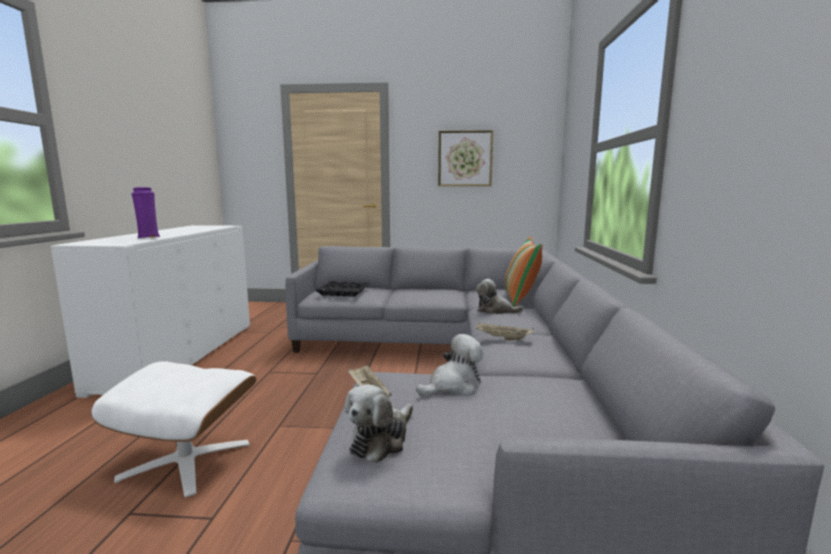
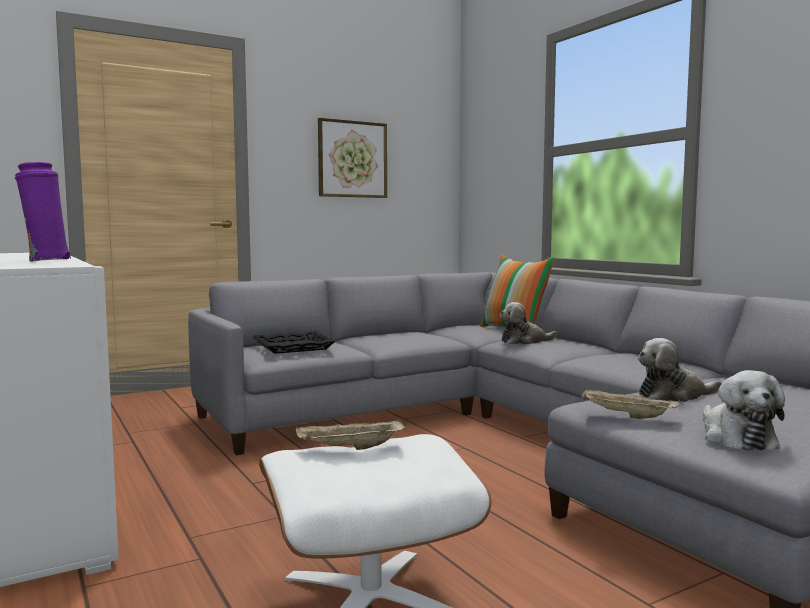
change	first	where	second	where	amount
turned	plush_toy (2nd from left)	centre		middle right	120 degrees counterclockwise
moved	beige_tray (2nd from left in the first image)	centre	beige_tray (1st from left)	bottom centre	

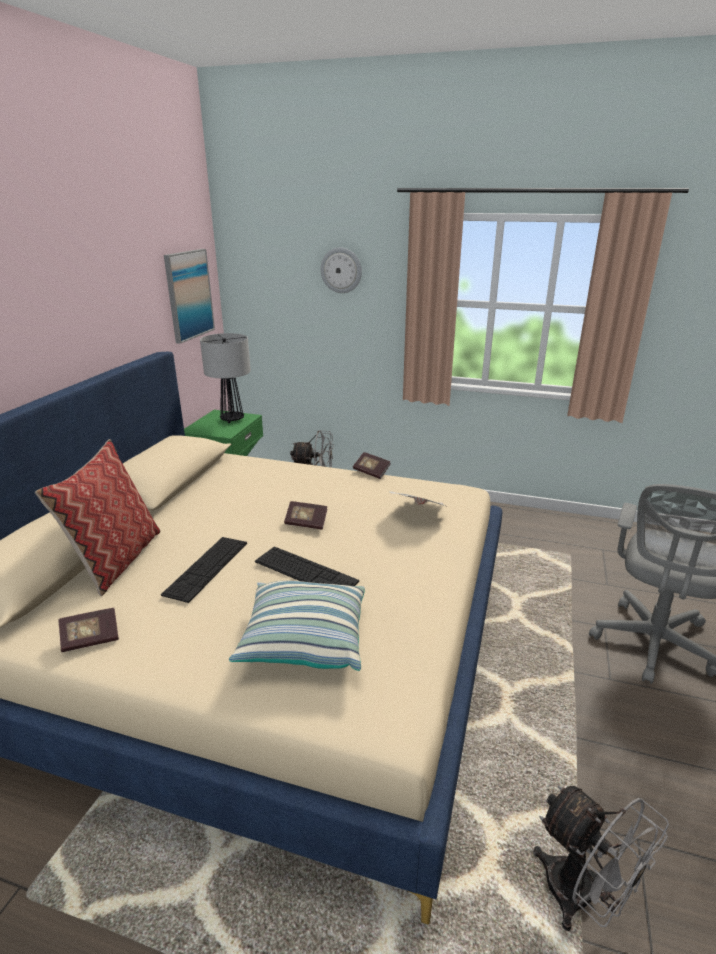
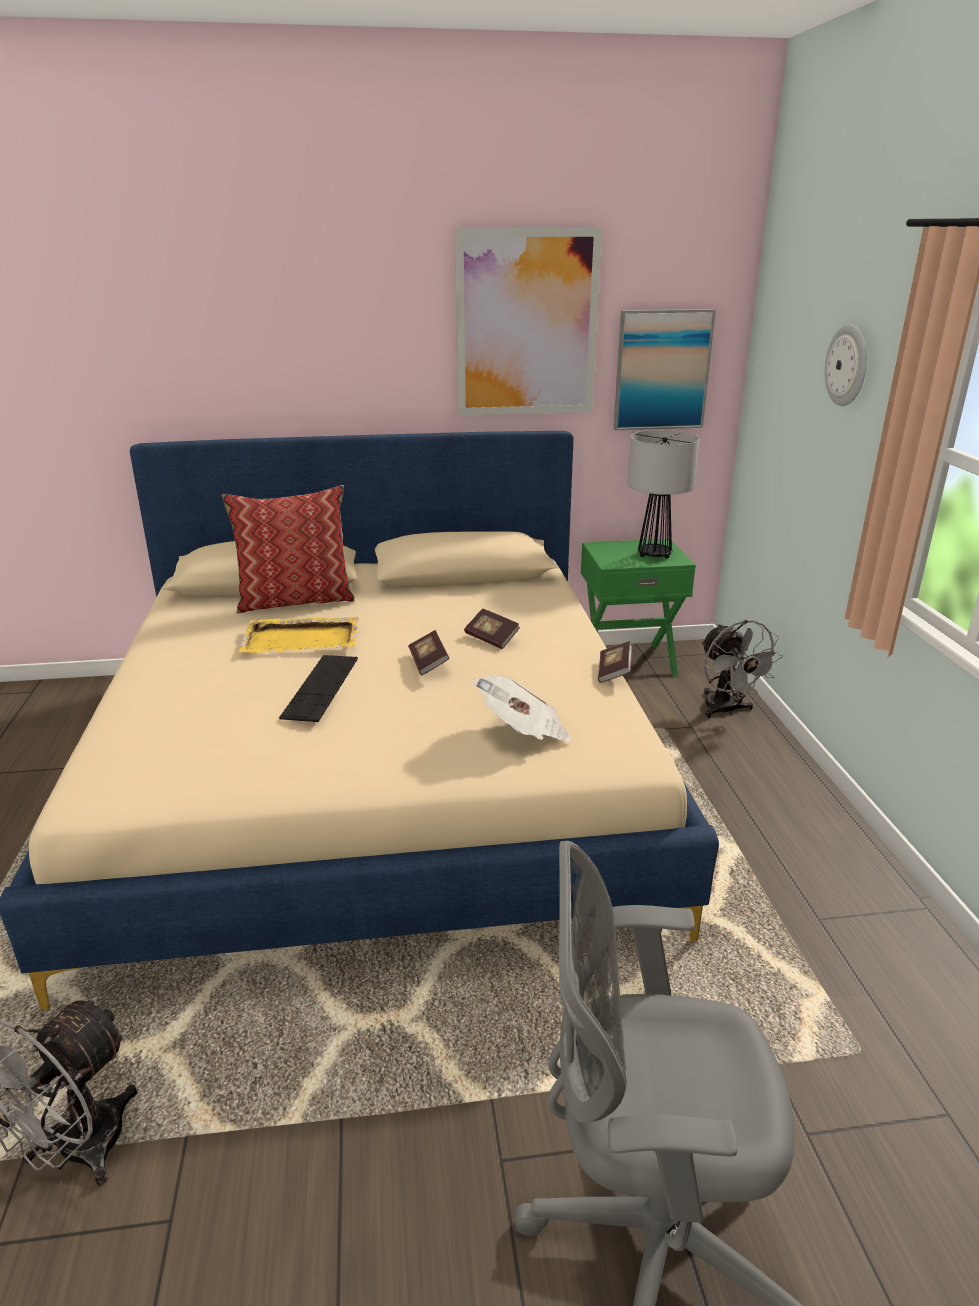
change	first	where	second	where	amount
moved	book (1st from left in the first image)	middle left	book (2nd from left)	centre	
replaced	keyboard (1st from left)	middle left	yellow_tray	middle left	
removed	pillow (2nd from left)	centre			
added			picture (1st from left)	top centre	

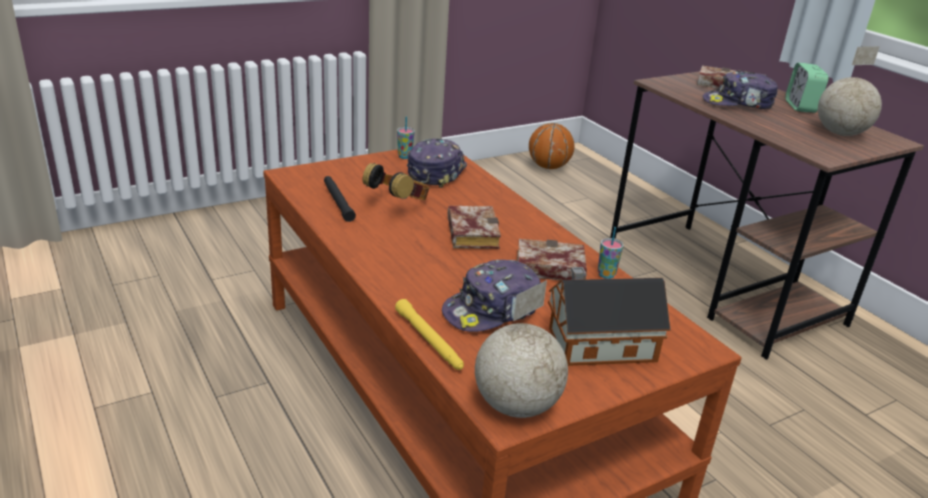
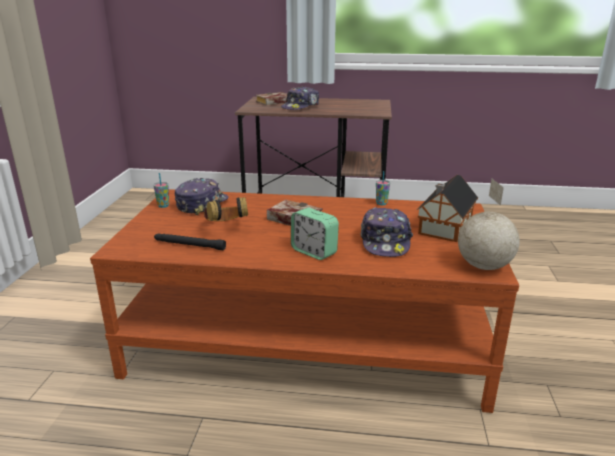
change	first	where	second	where	amount
removed	yellow_flashlight	bottom centre			
turned	cap (1st from left)	top centre		middle left	60 degrees clockwise
removed	book (2nd from left)	centre			
removed	basketball	top centre			
moved	alarm_clock	top right		centre	
removed	globe (2nd from left)	top right			

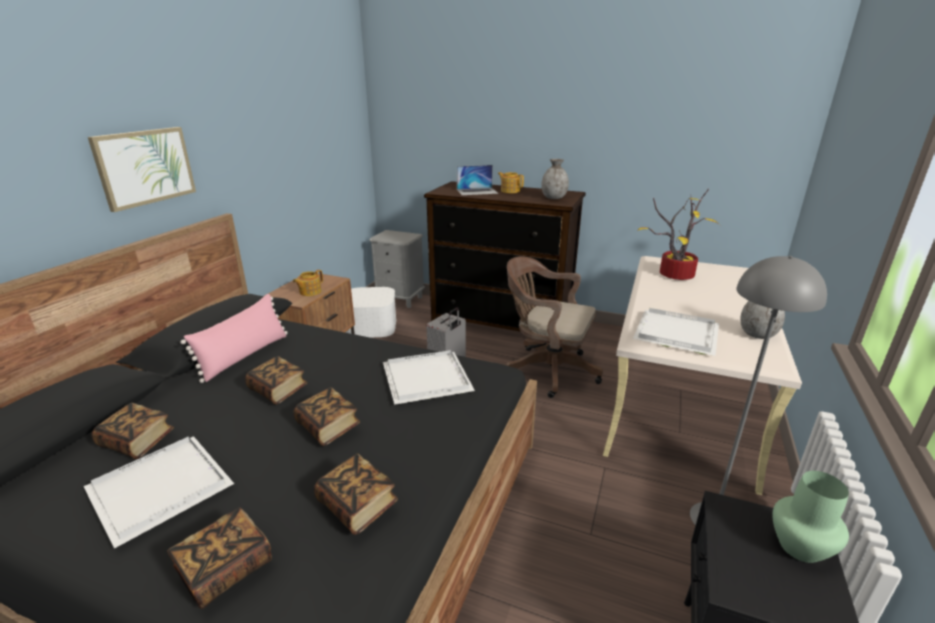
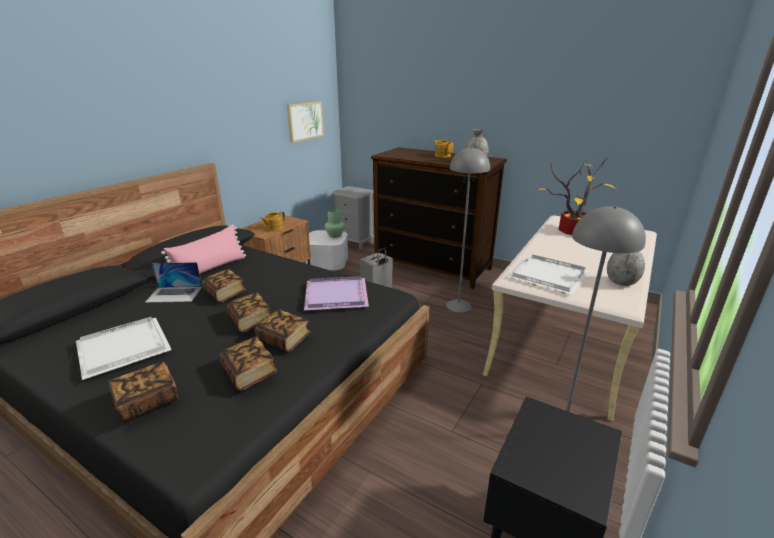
change	first	where	second	where	amount
moved	picture	top left		top centre	
moved	book (1st from left in the first image)	bottom left	book (5th from left)	centre	
recoloured	white_tray (2nd from left)	centre	purple_tray	centre	
moved	laptop	top centre		middle left	
replaced	brown_office_chair	centre	grey_floor_lamp (1st from left)	centre	
moved	green_vase	bottom right		centre	

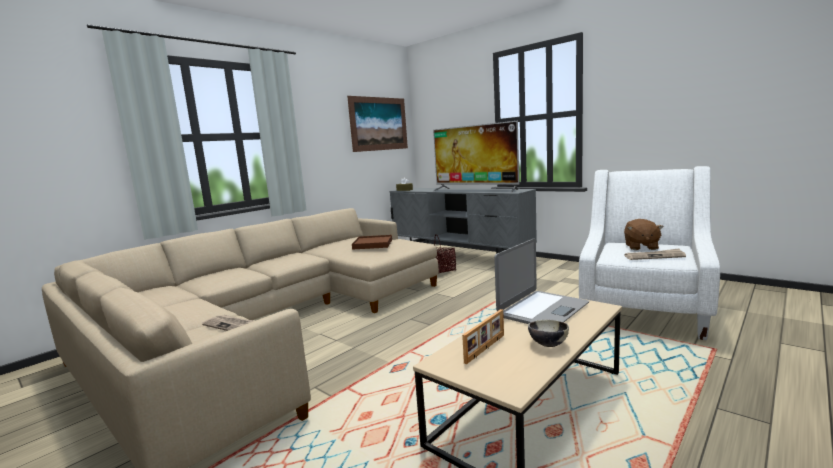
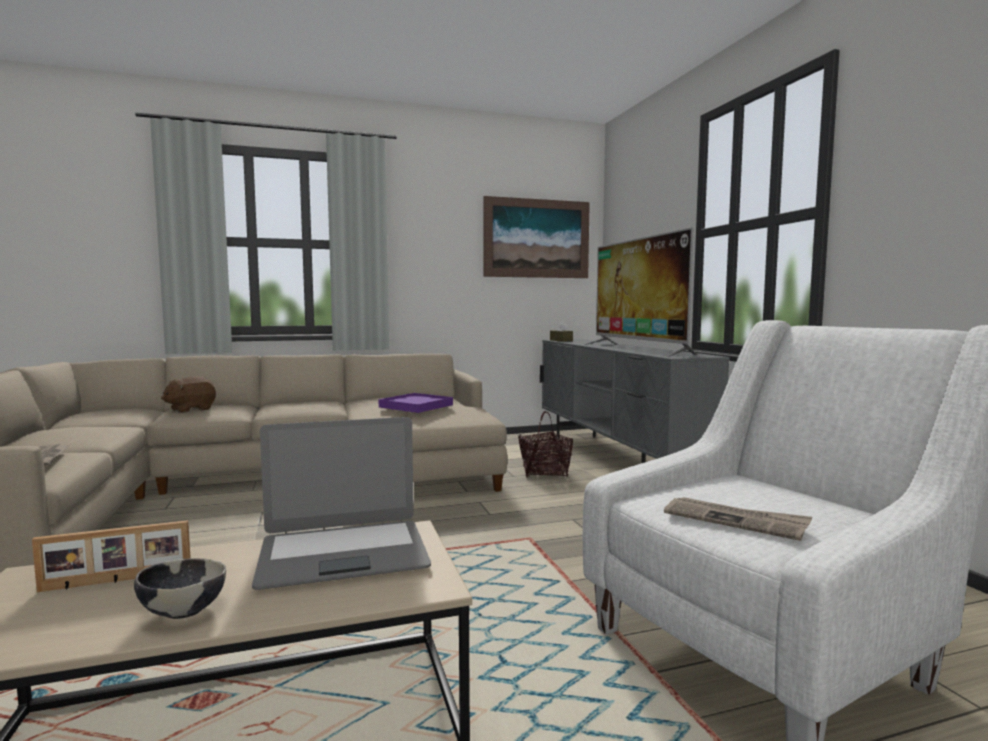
change	first	where	second	where	amount
recoloured	brown_tray	centre	purple_tray	centre	
moved	brown_plush_toy	middle right		middle left	

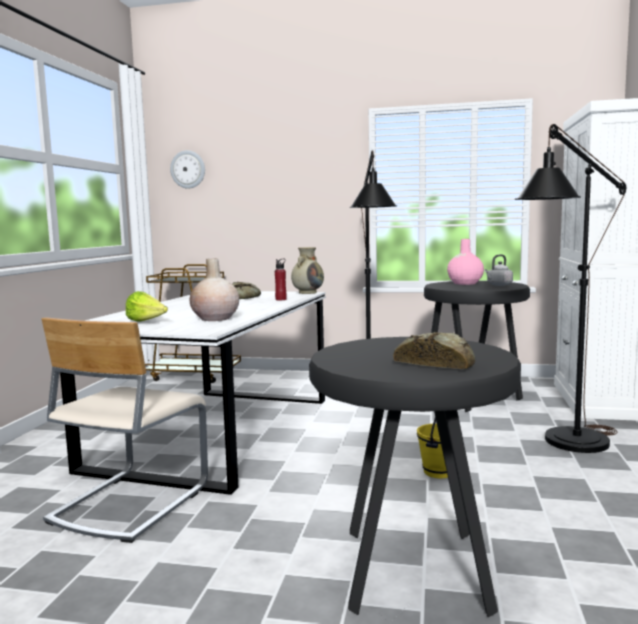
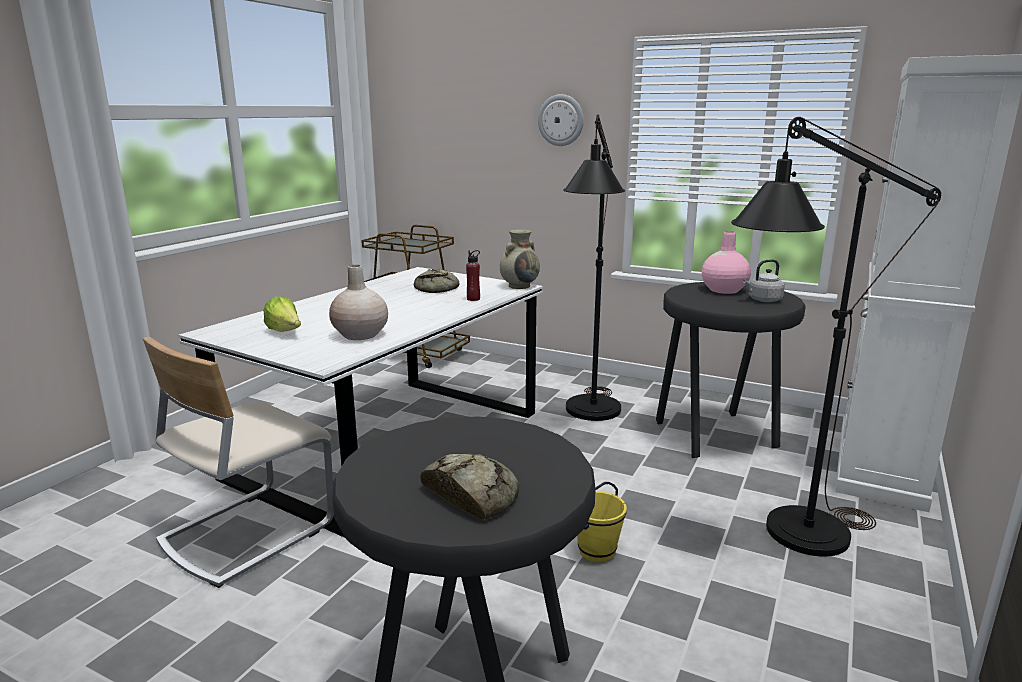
change	first	where	second	where	amount
moved	wall_clock	top left		top centre	

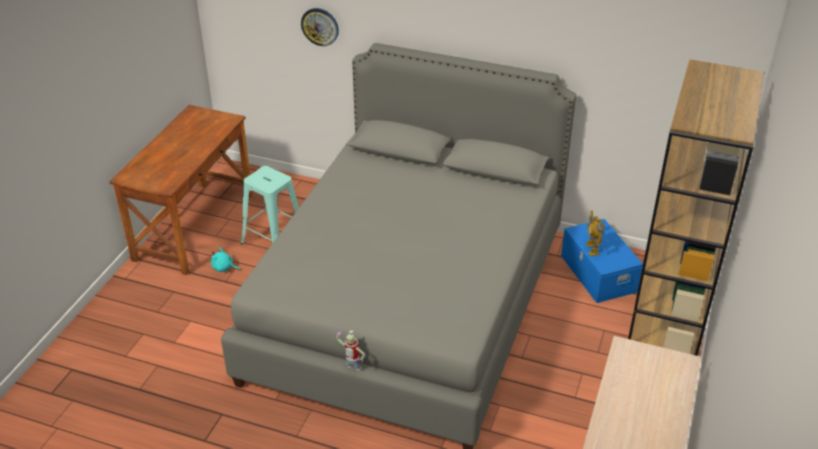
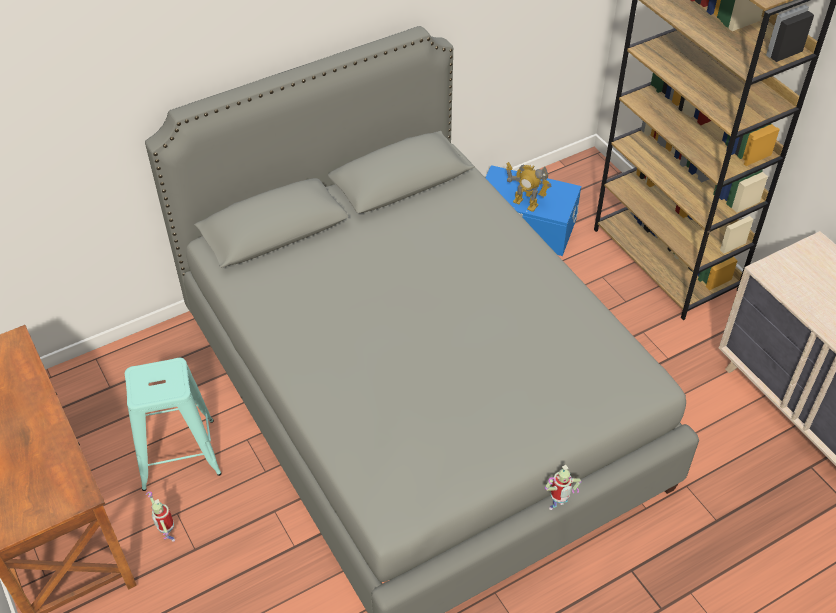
change	first	where	second	where	amount
replaced	turquoise_plush_toy	middle left	toy_robot (1st from left)	bottom left	
removed	wall_clock	top centre			

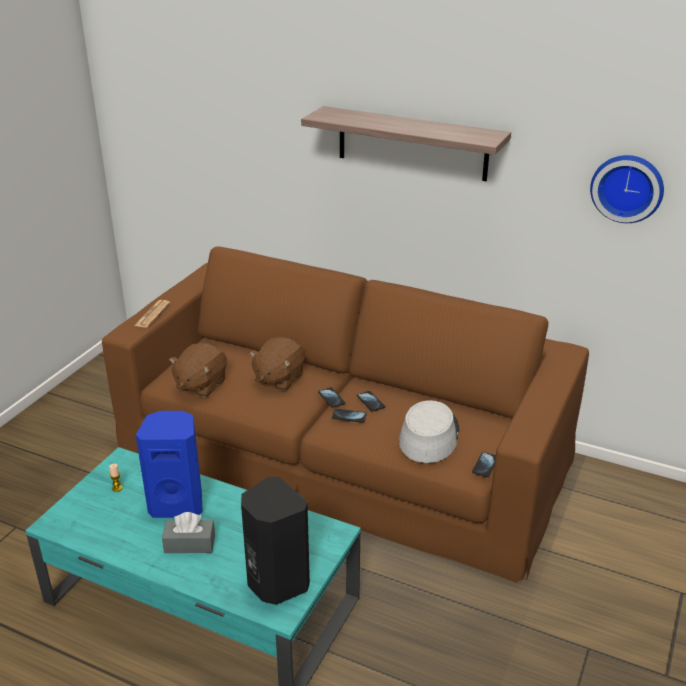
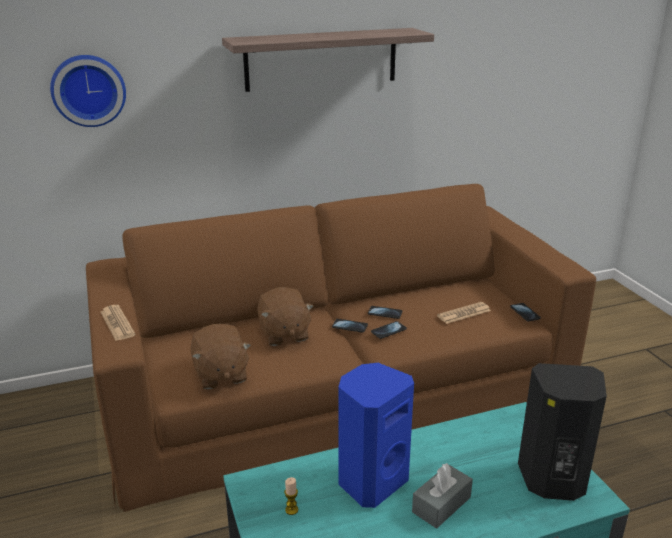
change	first	where	second	where	amount
replaced	grey_hat	centre	newspaper (2nd from left)	middle right	
moved	wall_clock	top right		top left	

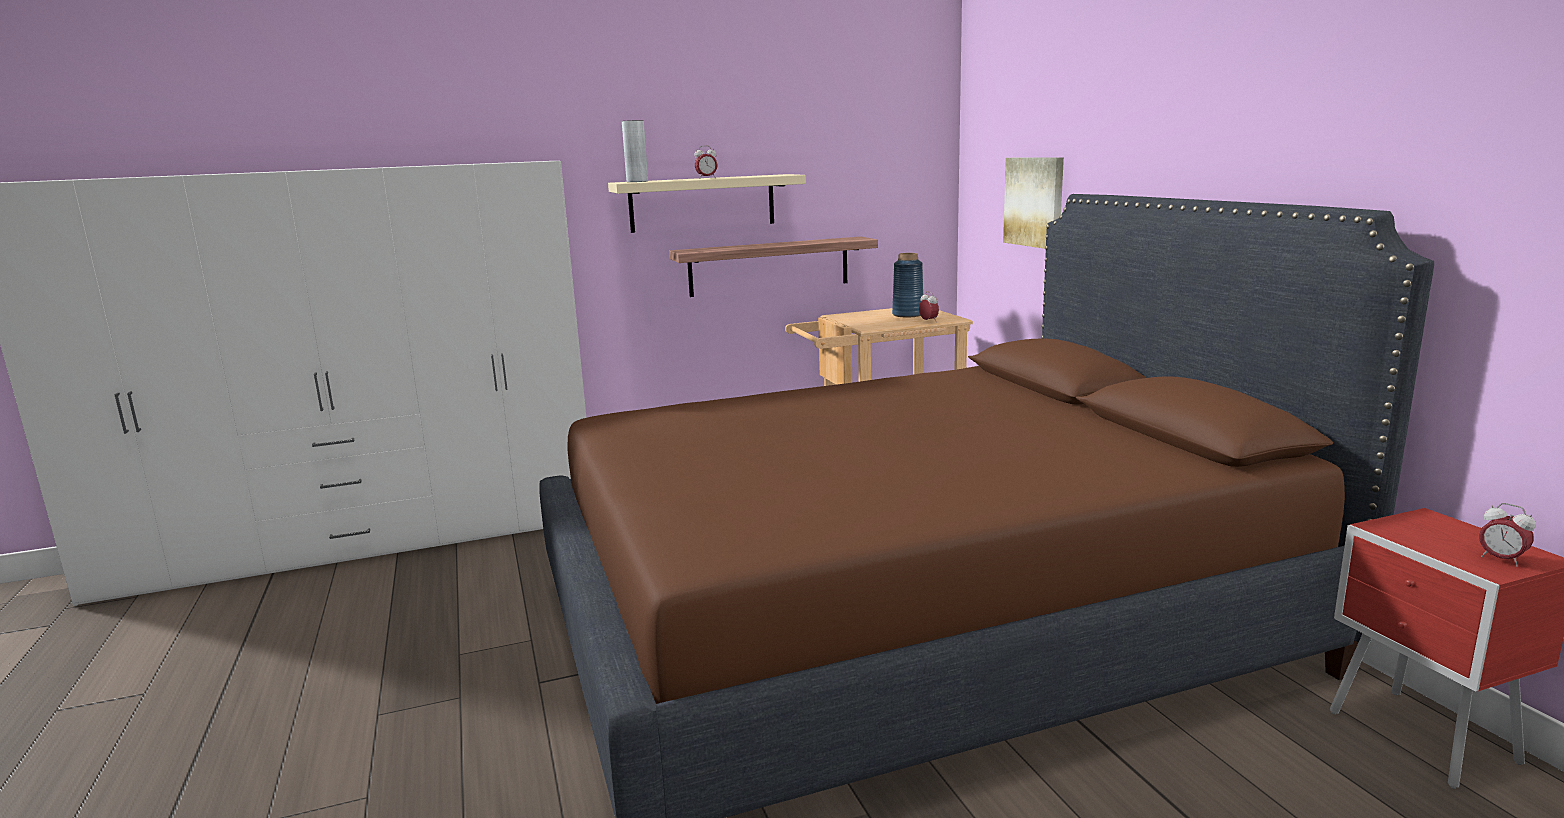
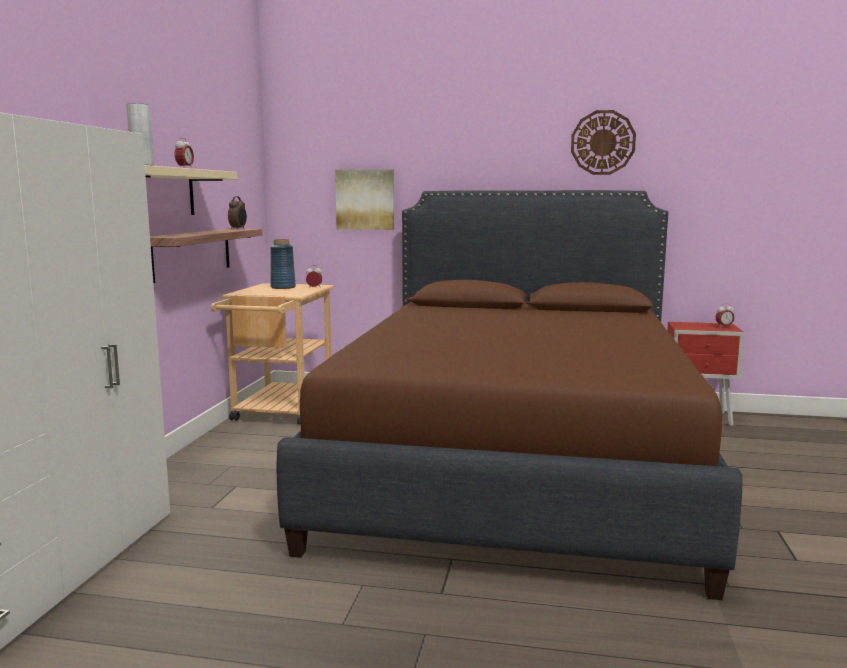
change	first	where	second	where	amount
added			alarm_clock (2nd from left)	top left	
added			wall_clock	top right	

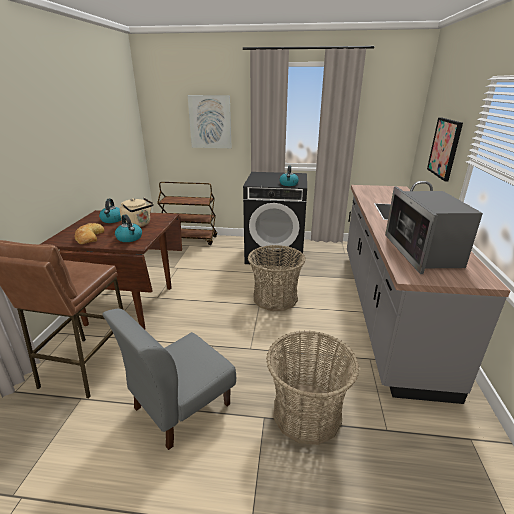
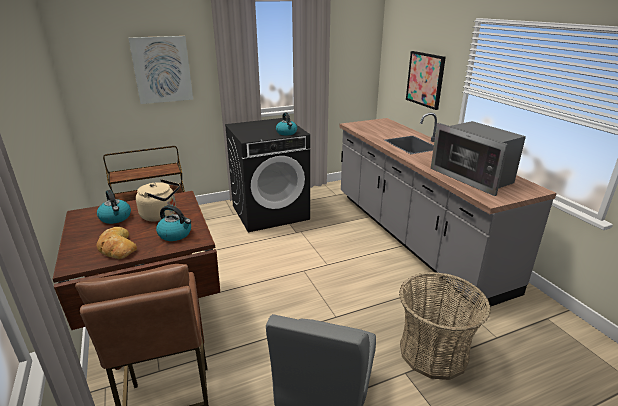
change	first	where	second	where	amount
removed	basket (1st from left)	centre			

